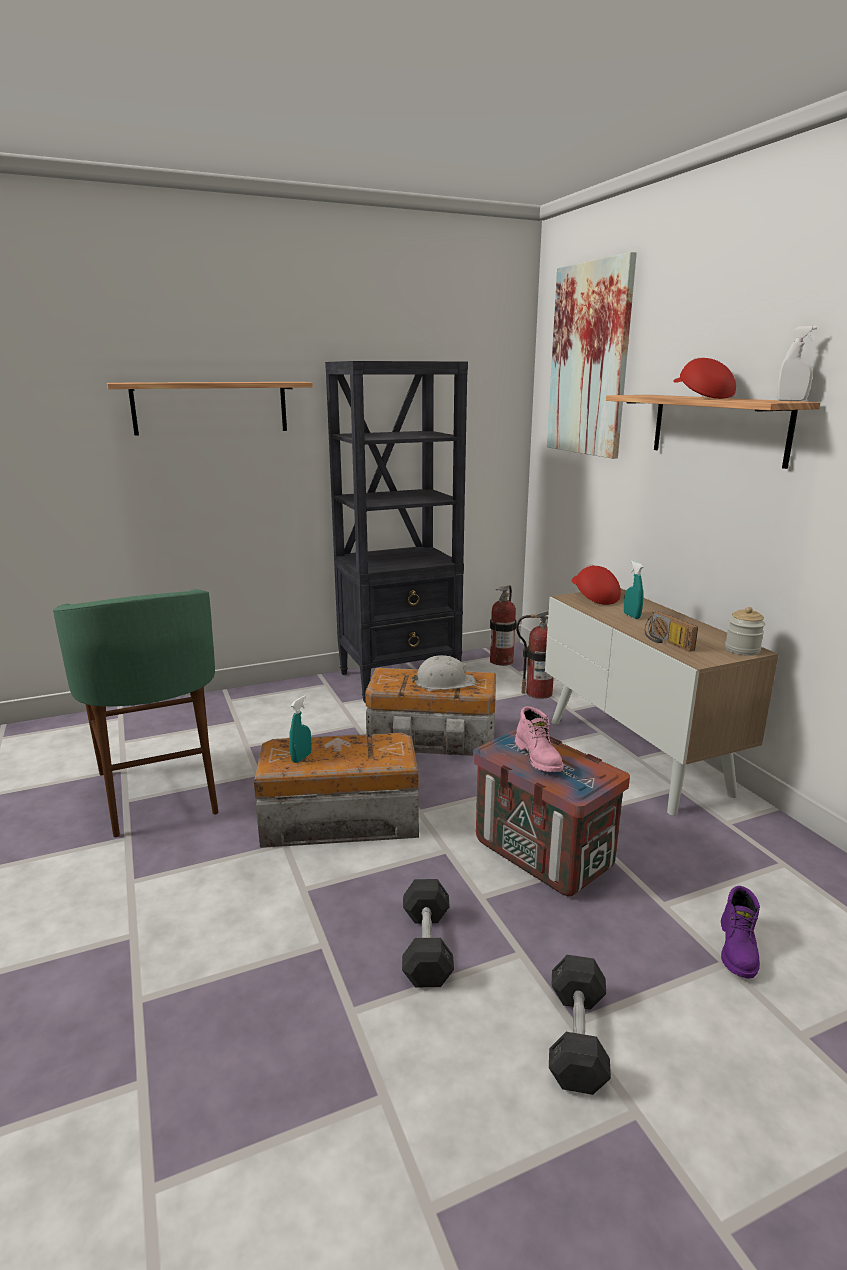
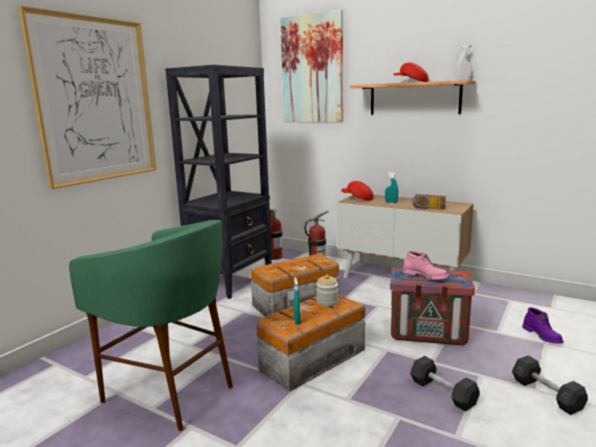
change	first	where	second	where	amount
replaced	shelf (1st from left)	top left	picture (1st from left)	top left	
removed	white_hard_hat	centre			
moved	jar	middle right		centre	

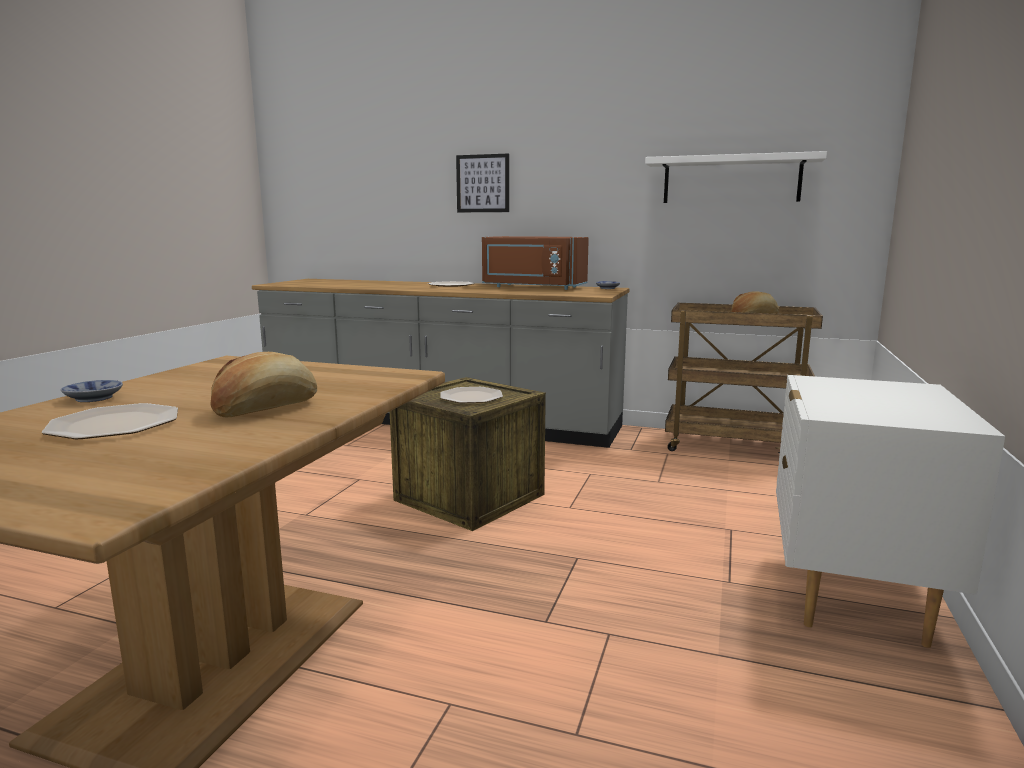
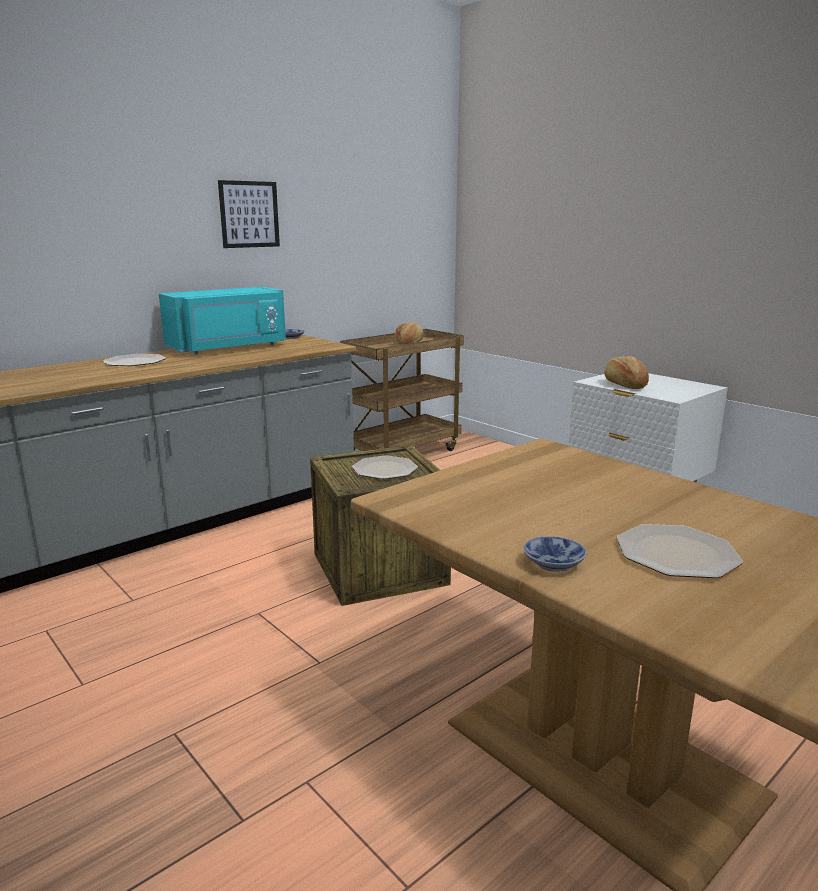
change	first	where	second	where	amount
moved	bread (1st from left in the first image)	middle left	bread (2nd from left)	middle right	
moved	picture	top centre		top left	
recoloured	brown_microwave	centre	turquoise_microwave	middle left	
removed	white_shelf	top right			

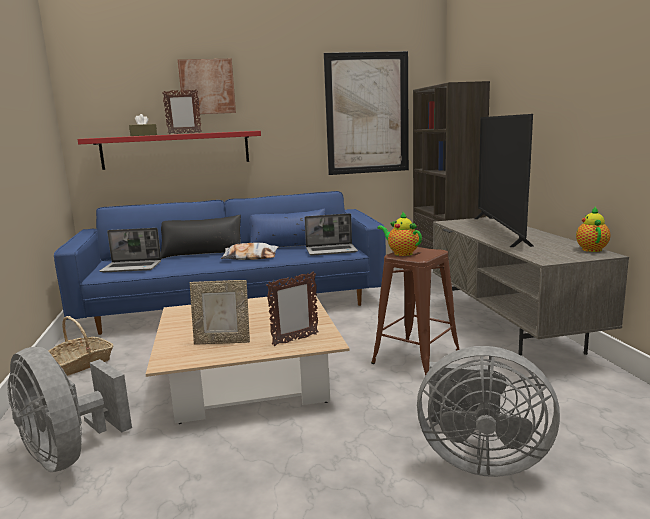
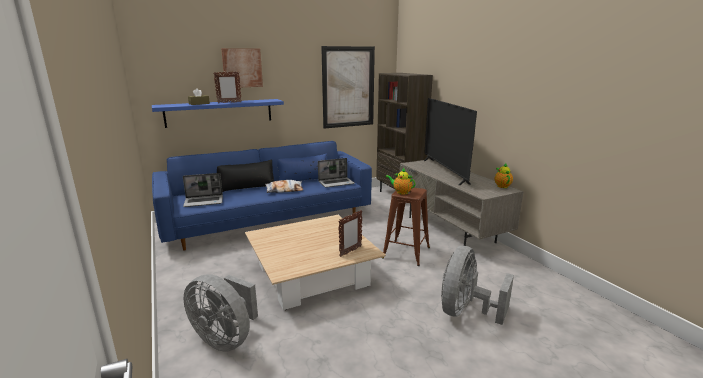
change	first	where	second	where	amount
removed	basket	bottom left			
recoloured	red_shelf	top left	blue_shelf	top left	
removed	picture_frame (2nd from left)	centre			
turned	grey_fan (2nd from left)	bottom right		bottom right	120 degrees clockwise

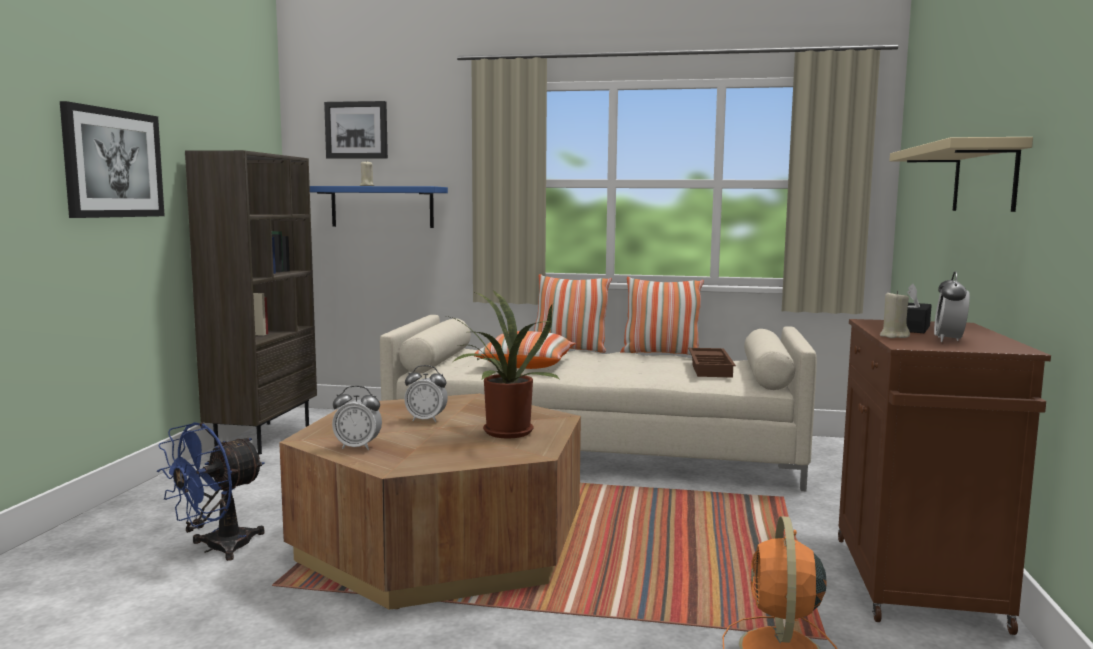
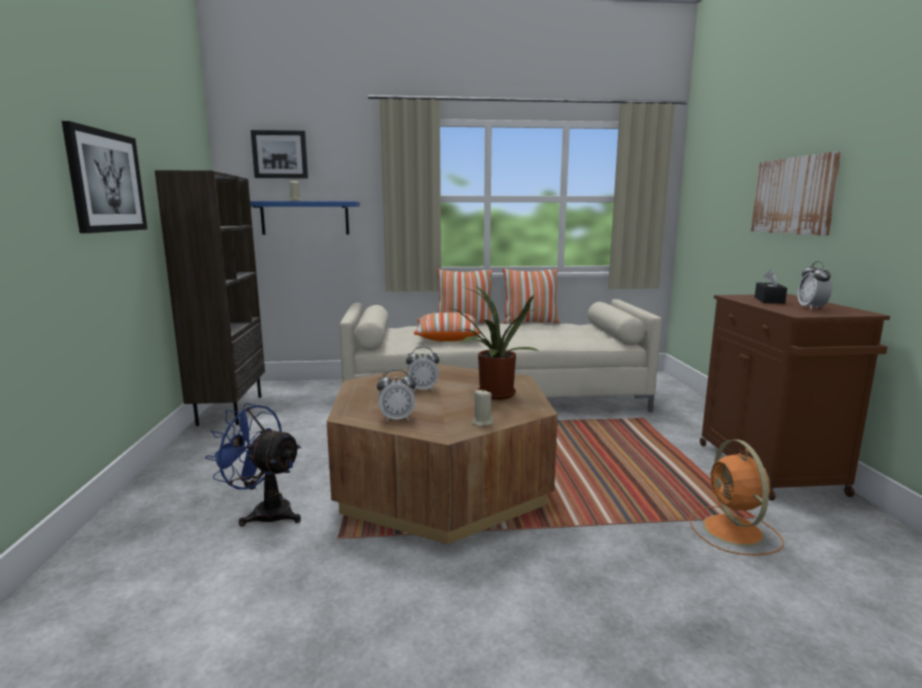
change	first	where	second	where	amount
turned	blue_fan	bottom left		bottom left	90 degrees clockwise
removed	brown_tray	centre			
moved	beige_candle (2nd from left)	middle right		centre	
replaced	beige_shelf	top right	picture (3rd from left)	top right	

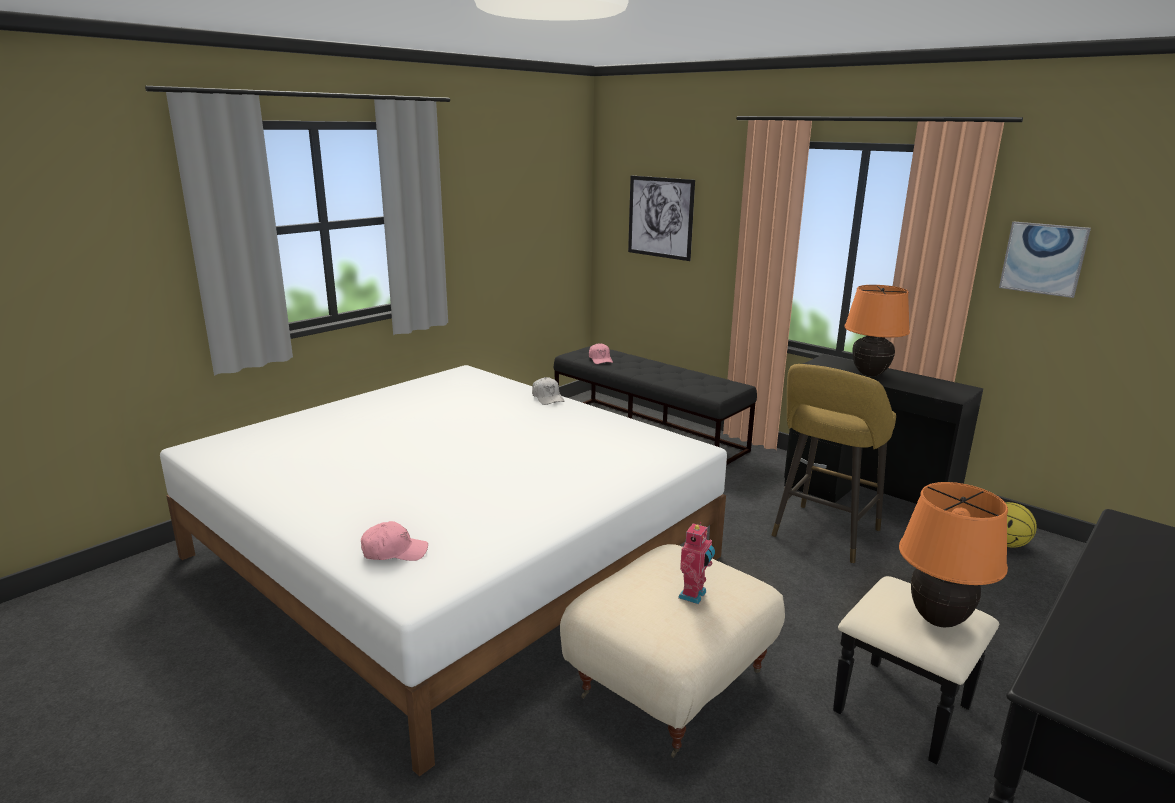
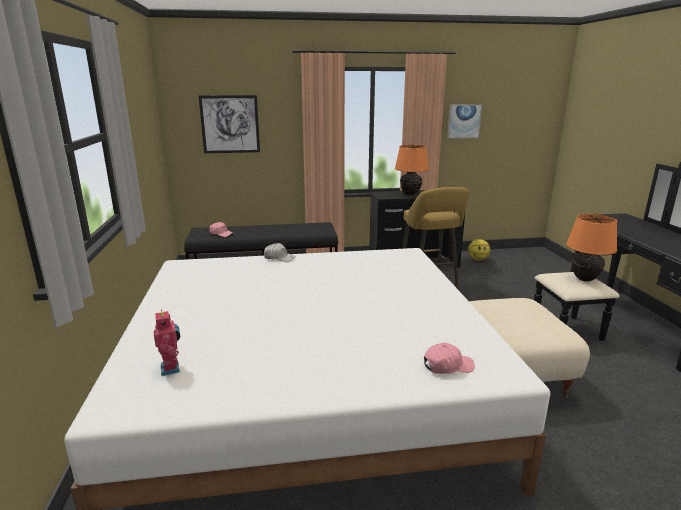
change	first	where	second	where	amount
turned	pink_cap (1st from left in the first image)	bottom centre	pink_cap (2nd from left)	bottom centre	45 degrees clockwise
moved	toy_robot	bottom centre		bottom left	

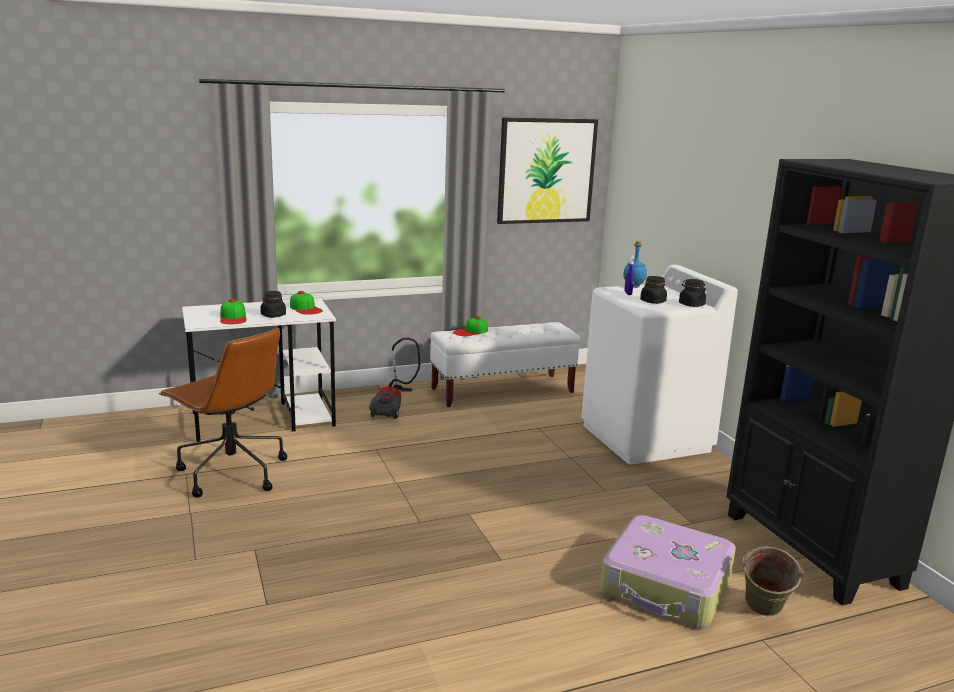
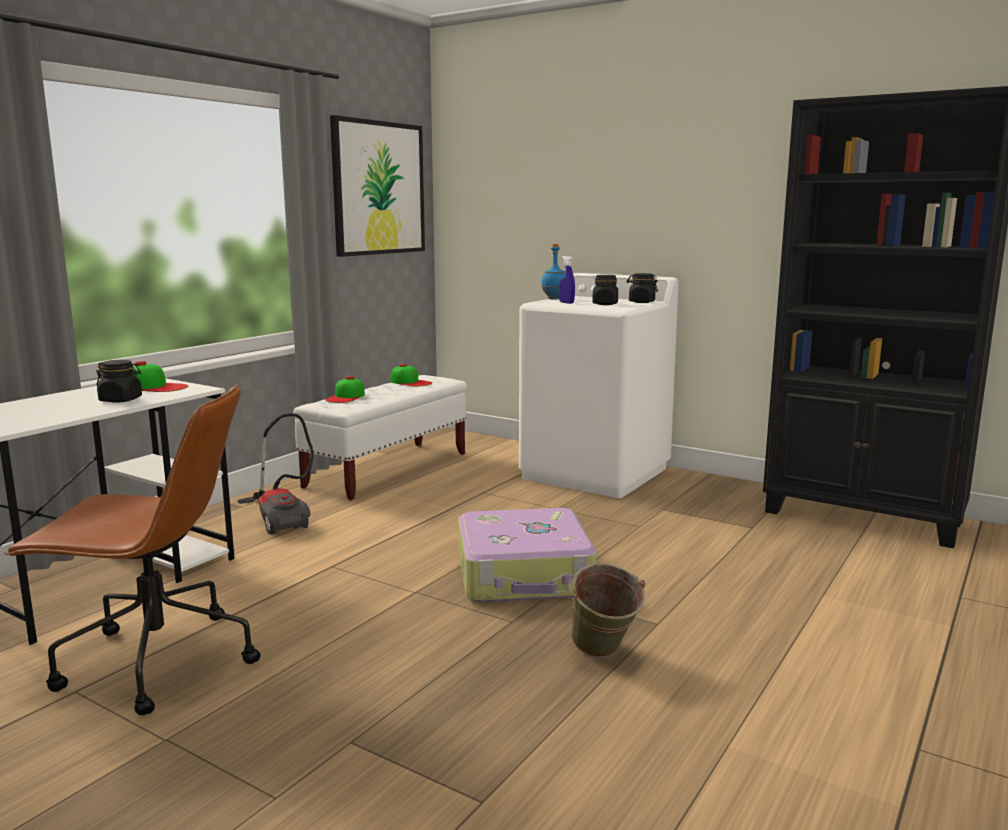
change	first	where	second	where	amount
moved	cap (1st from left in the first image)	middle left	cap (3rd from left)	centre	
moved	suitcase	bottom right		bottom centre	
moved	green_bucket	bottom right		bottom centre	

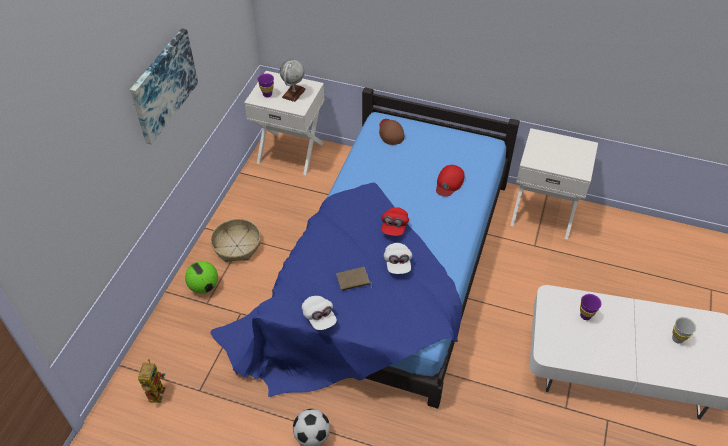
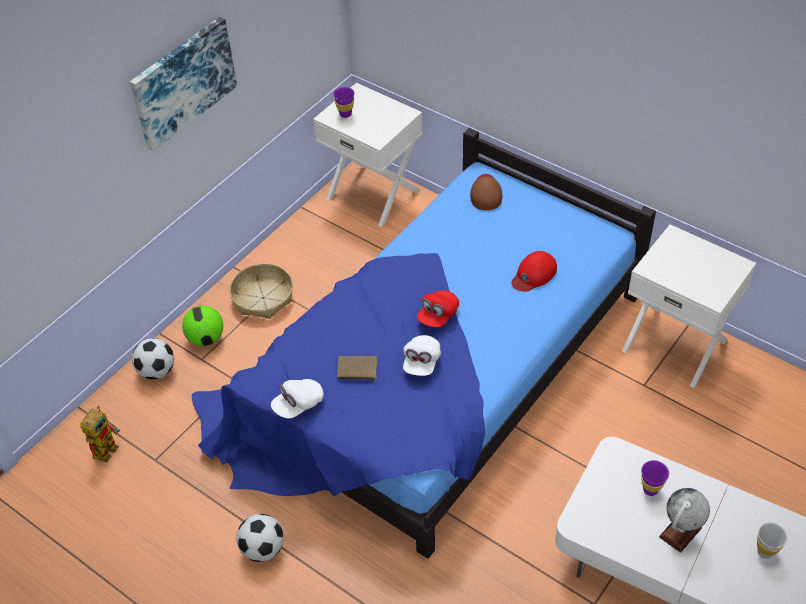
change	first	where	second	where	amount
moved	globe	top centre		bottom right	
turned	white_cap (1st from left)	bottom centre		centre	60 degrees clockwise
added			football (1st from left)	middle left	

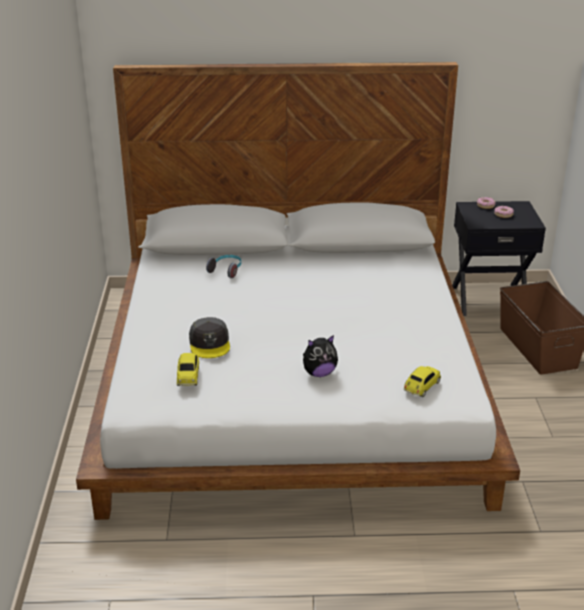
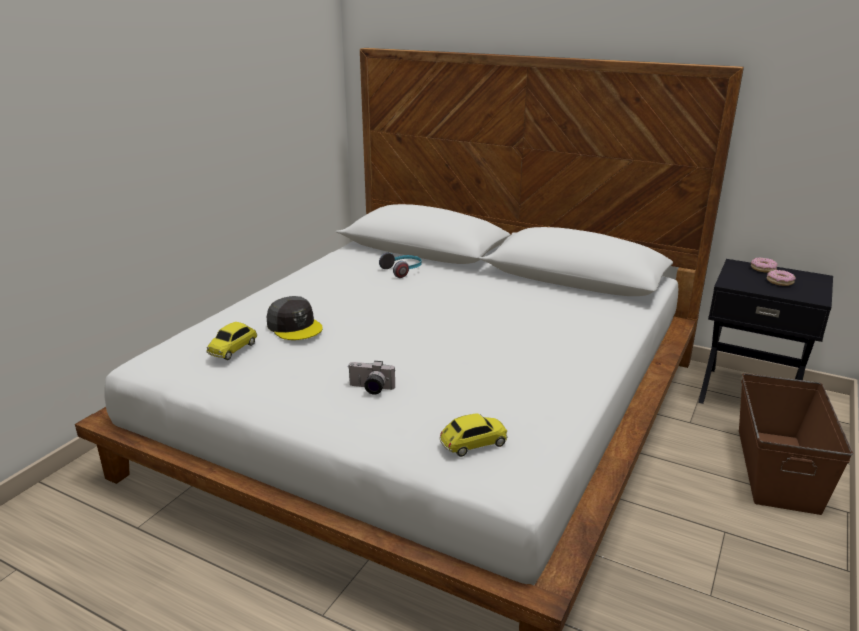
change	first	where	second	where	amount
turned	grey_cap	centre		centre	60 degrees counterclockwise
replaced	plush_toy	centre	photo_camera	centre	

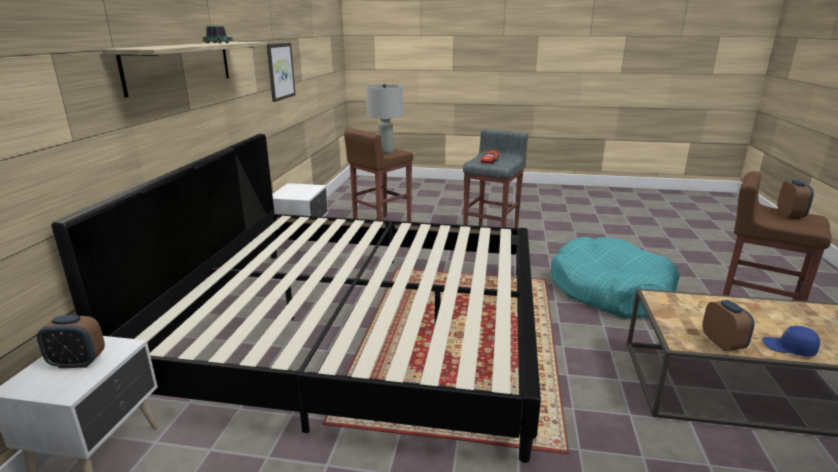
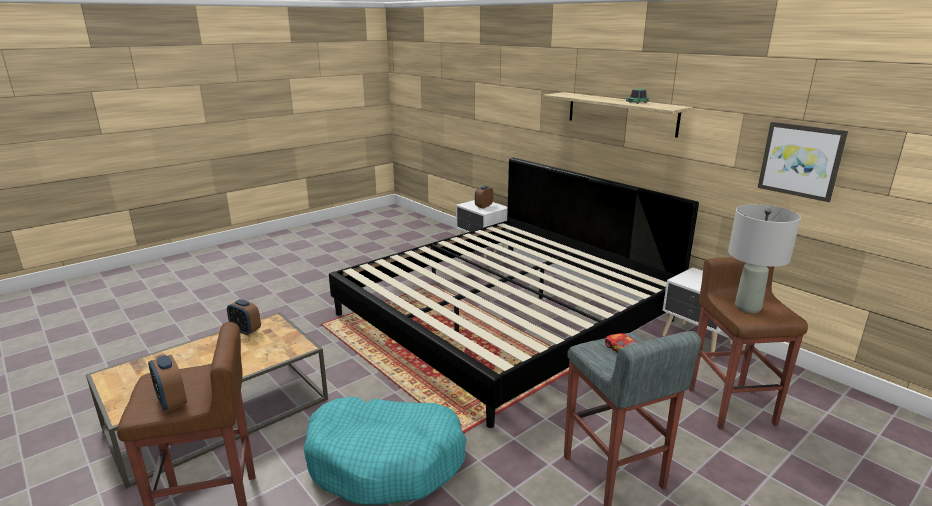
change	first	where	second	where	amount
removed	blue_cap	bottom right			

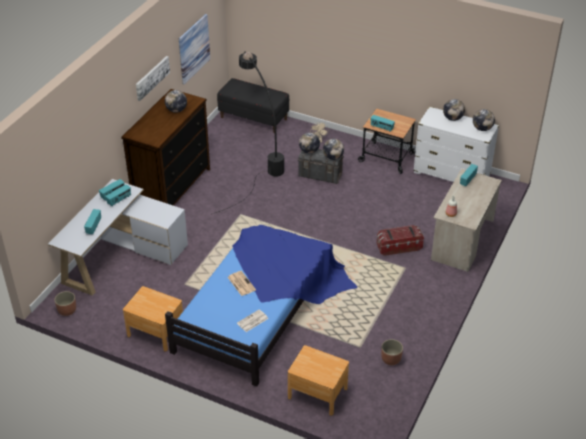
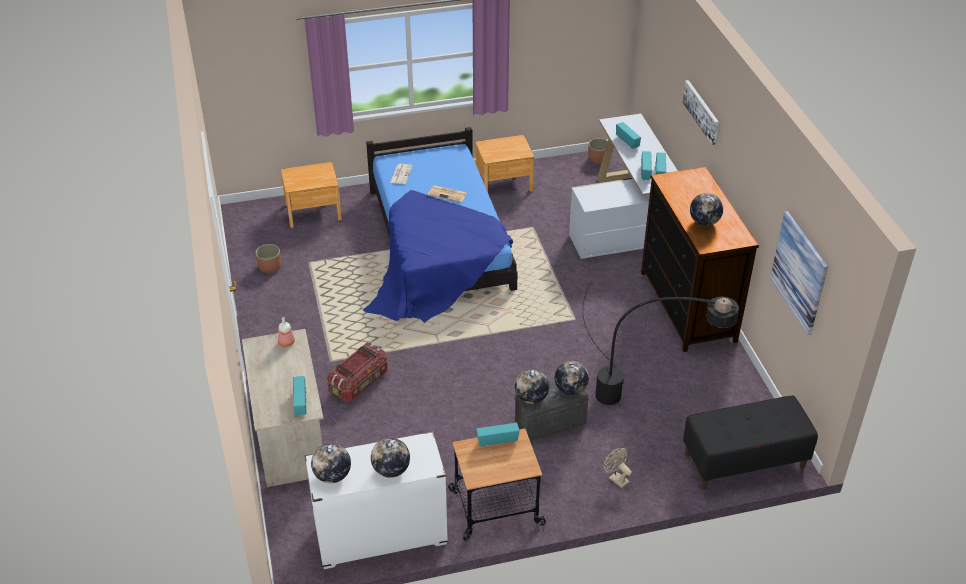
change	first	where	second	where	amount
moved	picture (1st from left)	top left		top right	

